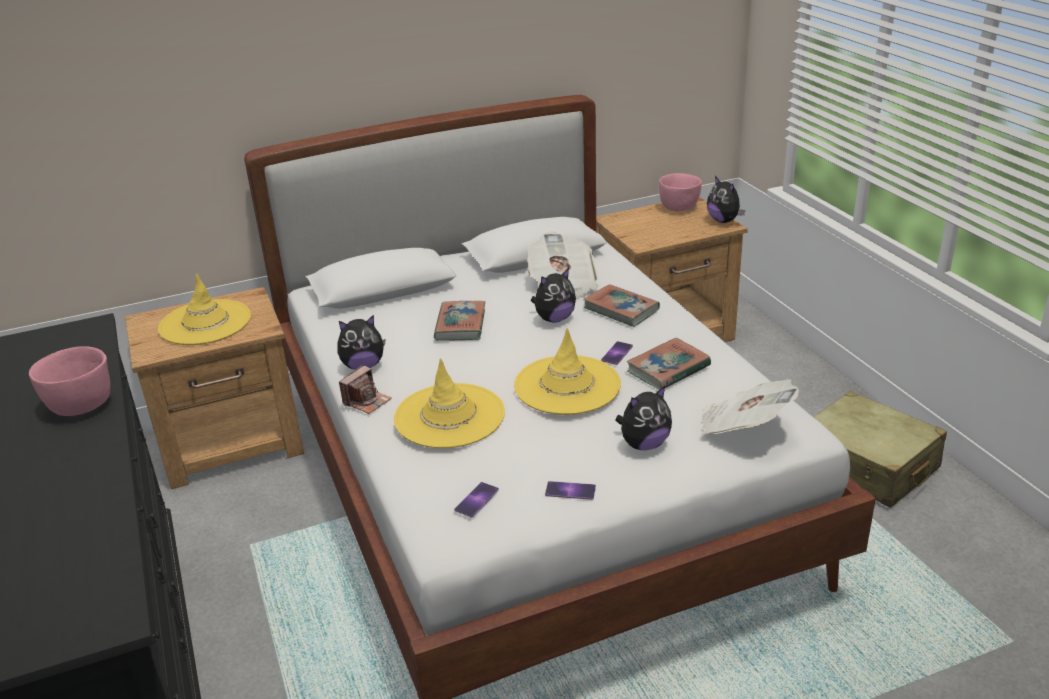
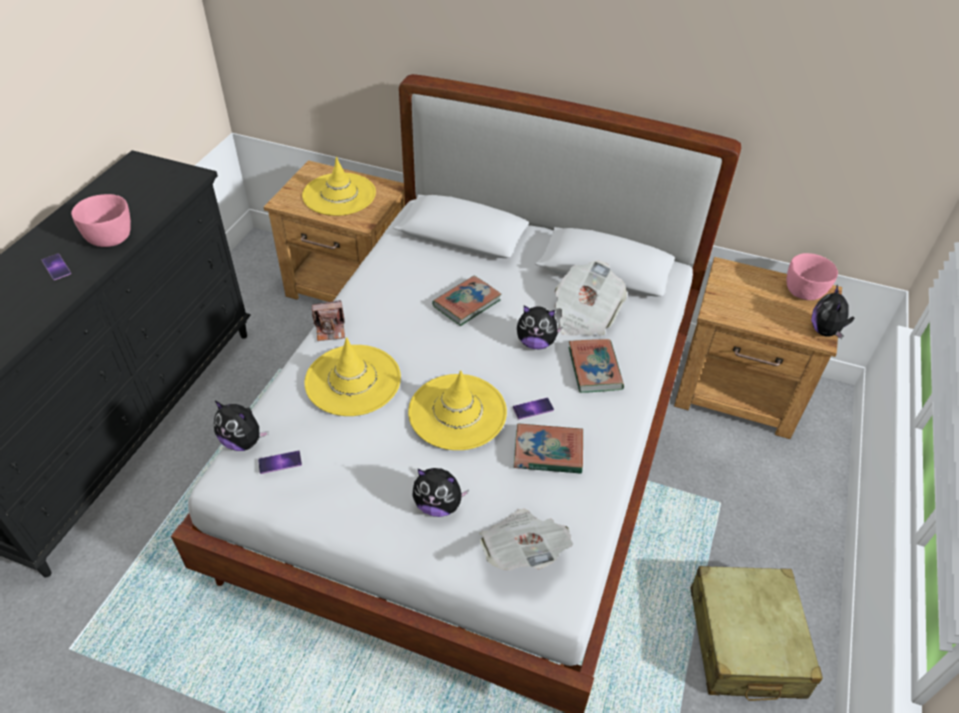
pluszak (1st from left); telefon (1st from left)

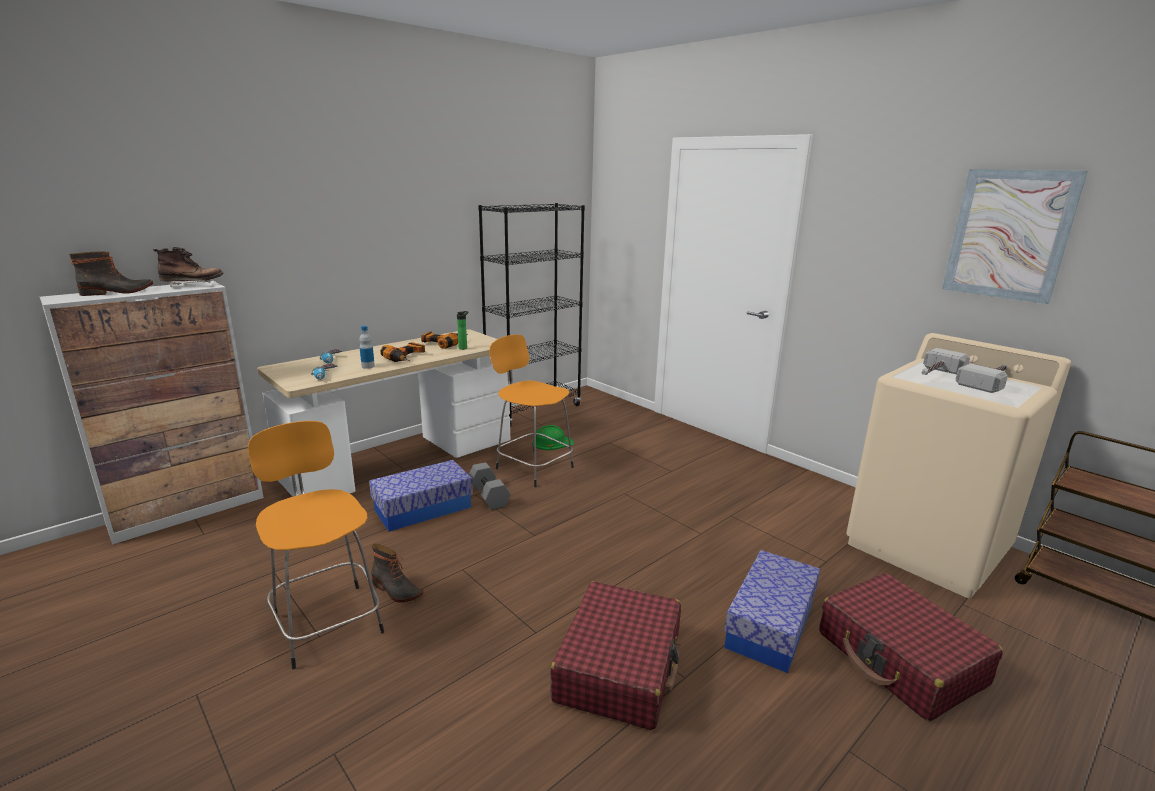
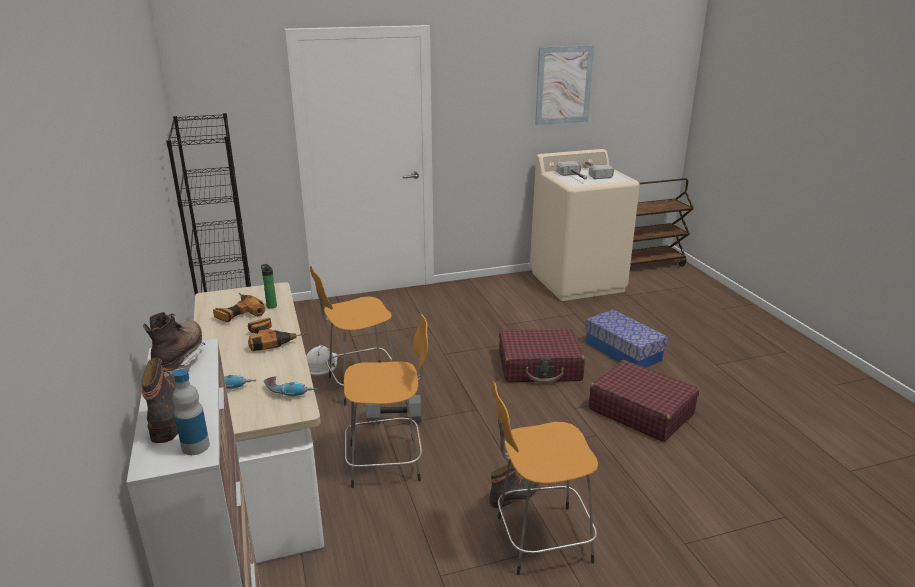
butelka (1st from left); stołek (pomarańczowy) (2nd from left); kask (biały); walizka (czerwony) (1st from left)

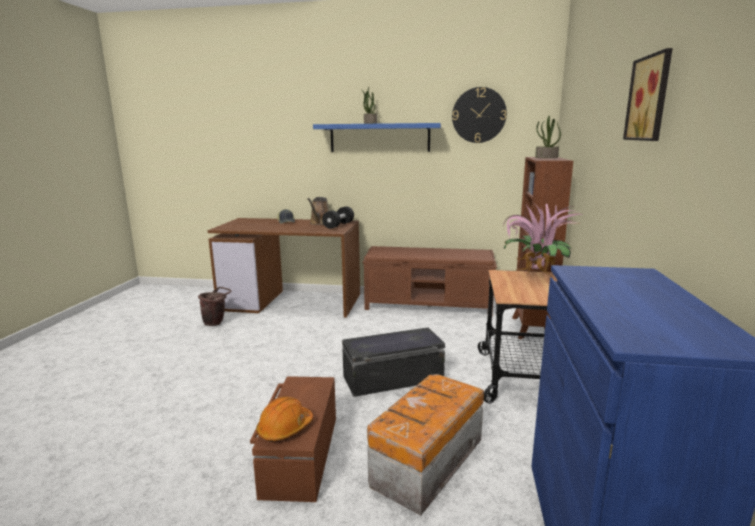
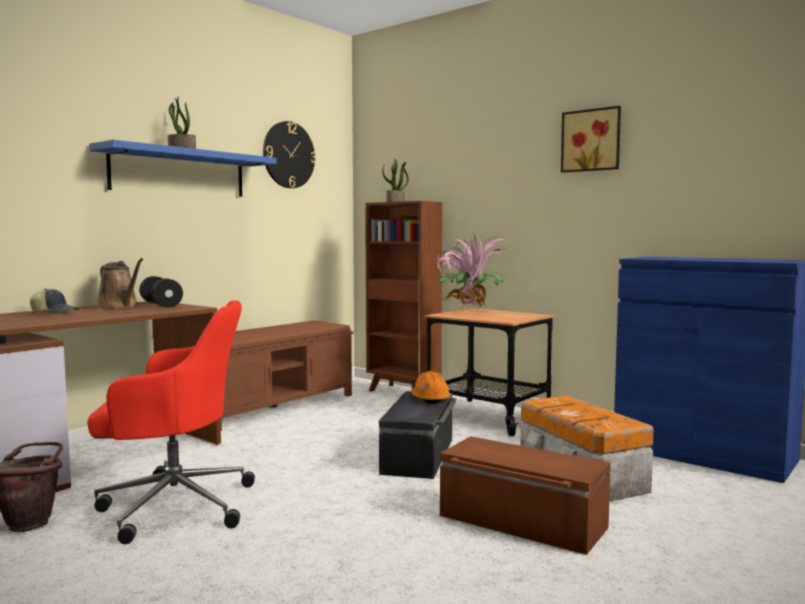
kask (pomarańczowy); krzesło biurowe (czerwony)

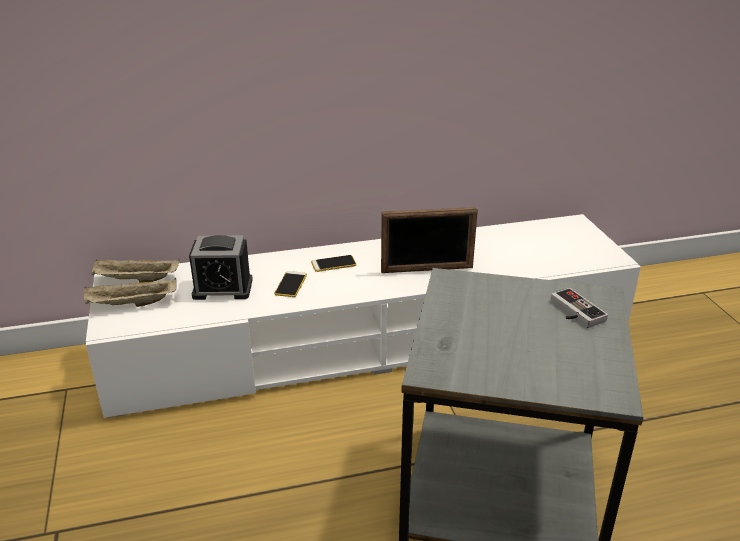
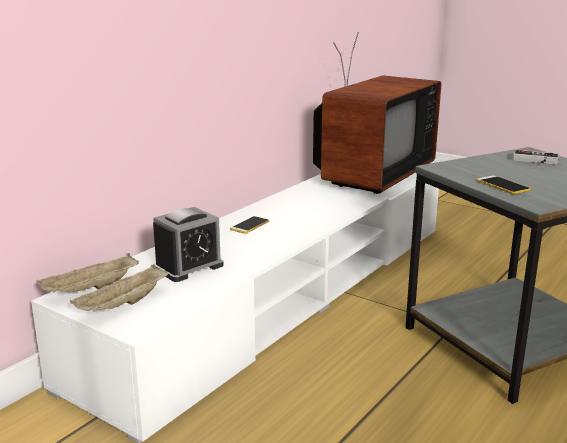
telefon (2nd from left); ramka na zdjęcie; telewizor

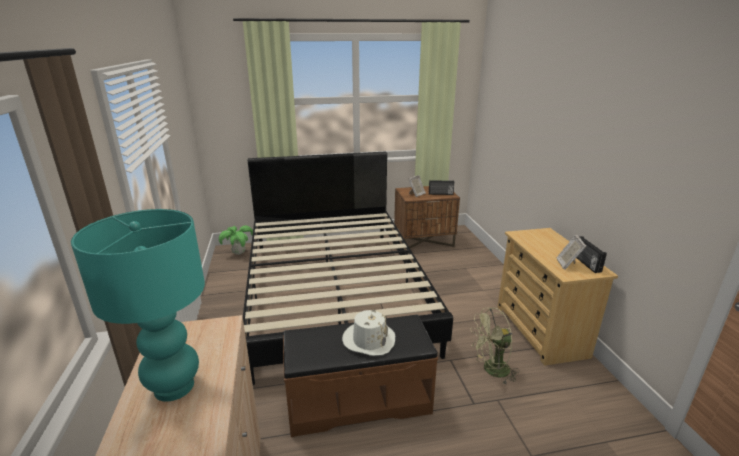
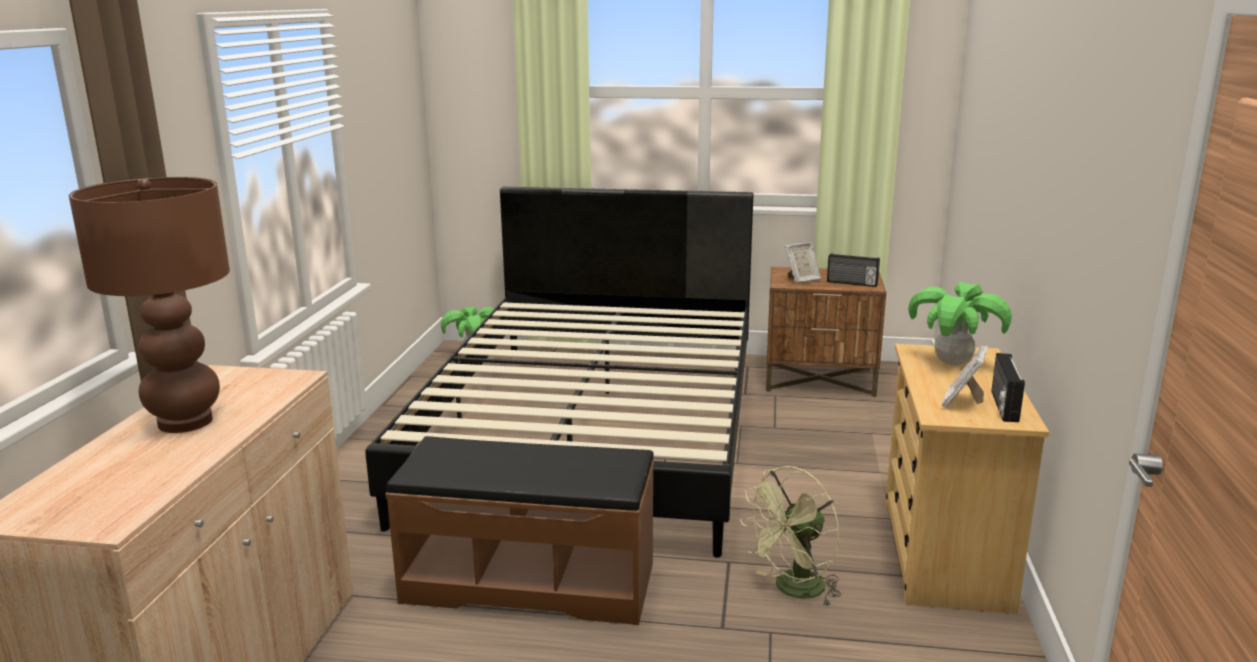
lampa stołowa (brązowy); kapelusz (biały); wentylator (zielony); roślina doniczkowa (2nd from left)

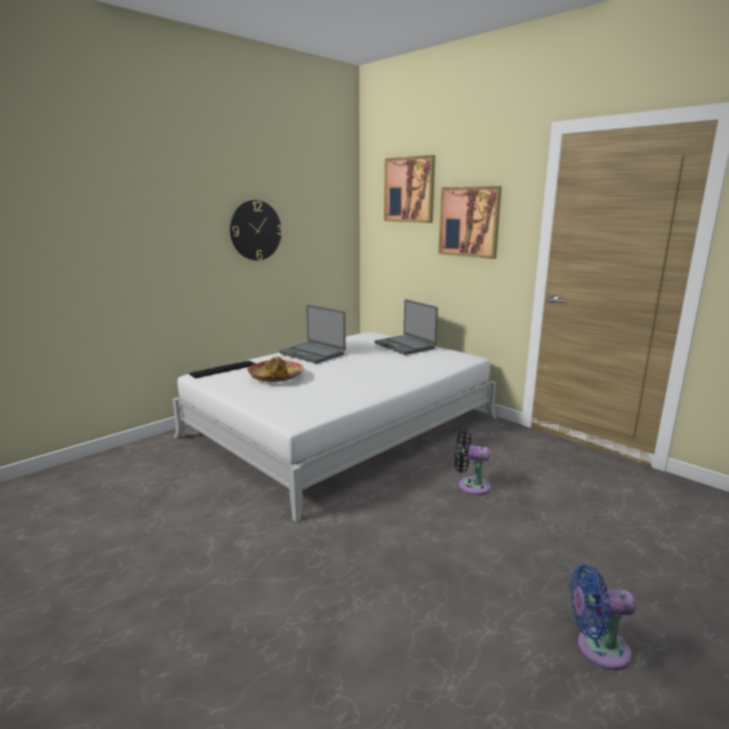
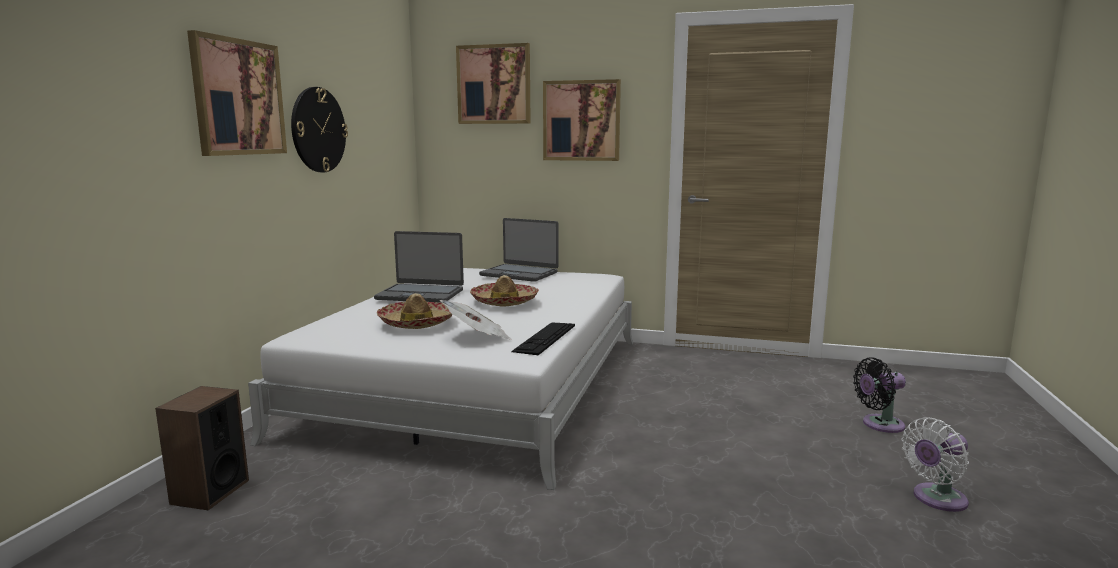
klawiatura; wentylator (czarny); wentylator (biały); głośnik; obraz (1st from left); gazeta; kapelusz (2nd from left)

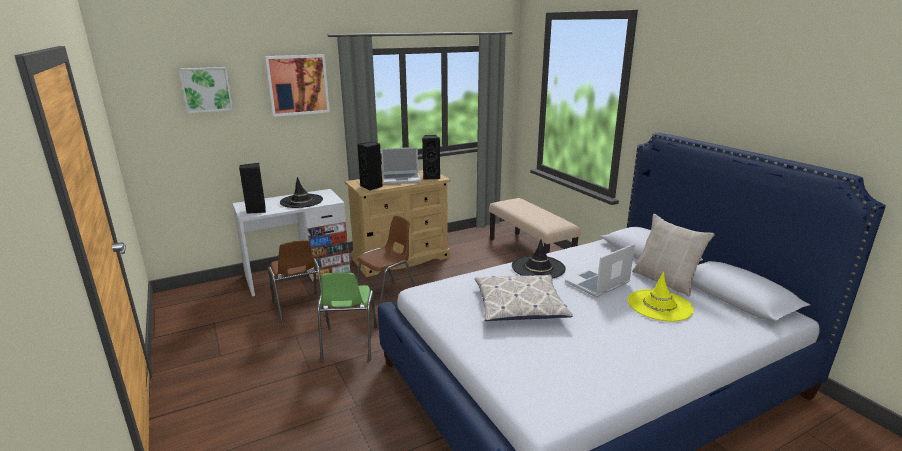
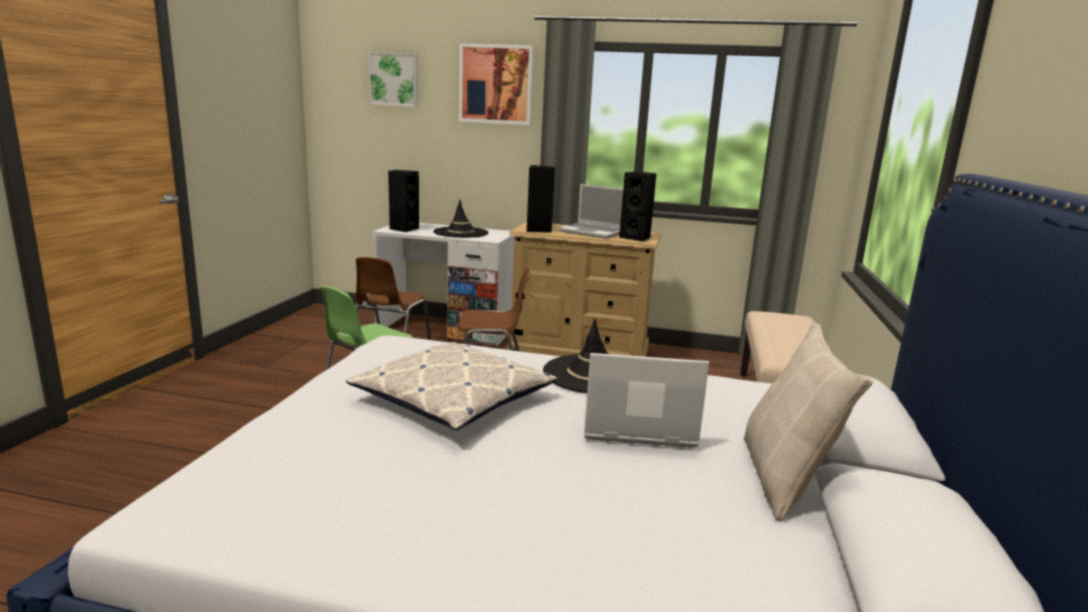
kapelusz (żółty)

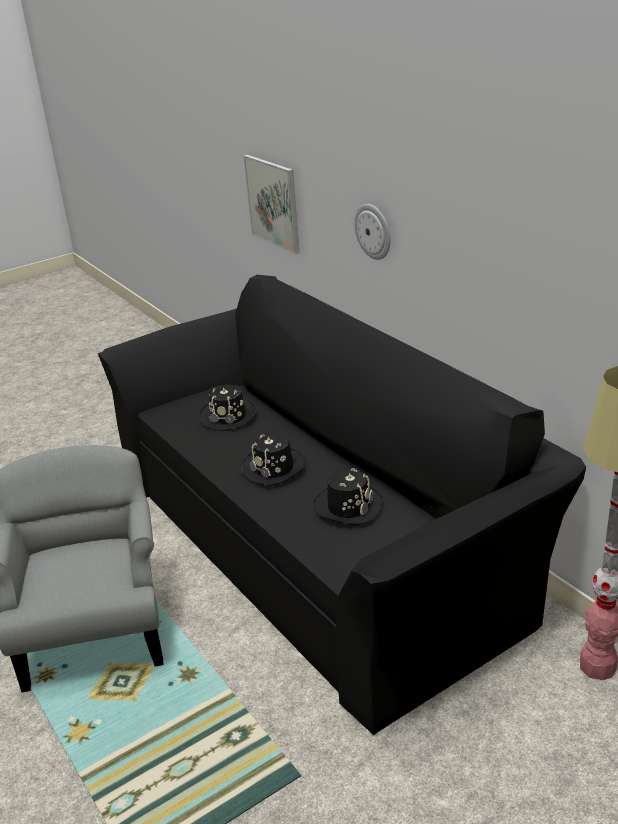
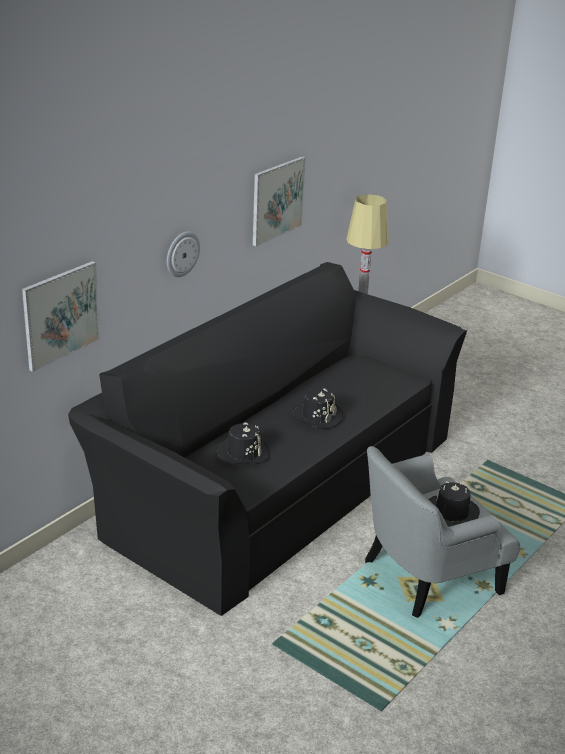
kapelusz (czarny) (3rd from left); obraz (2nd from left)

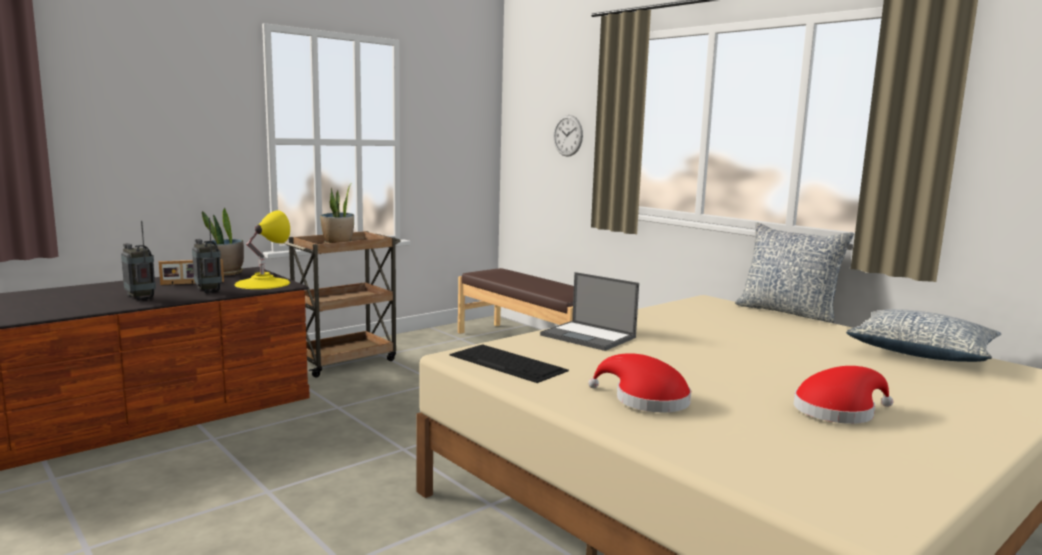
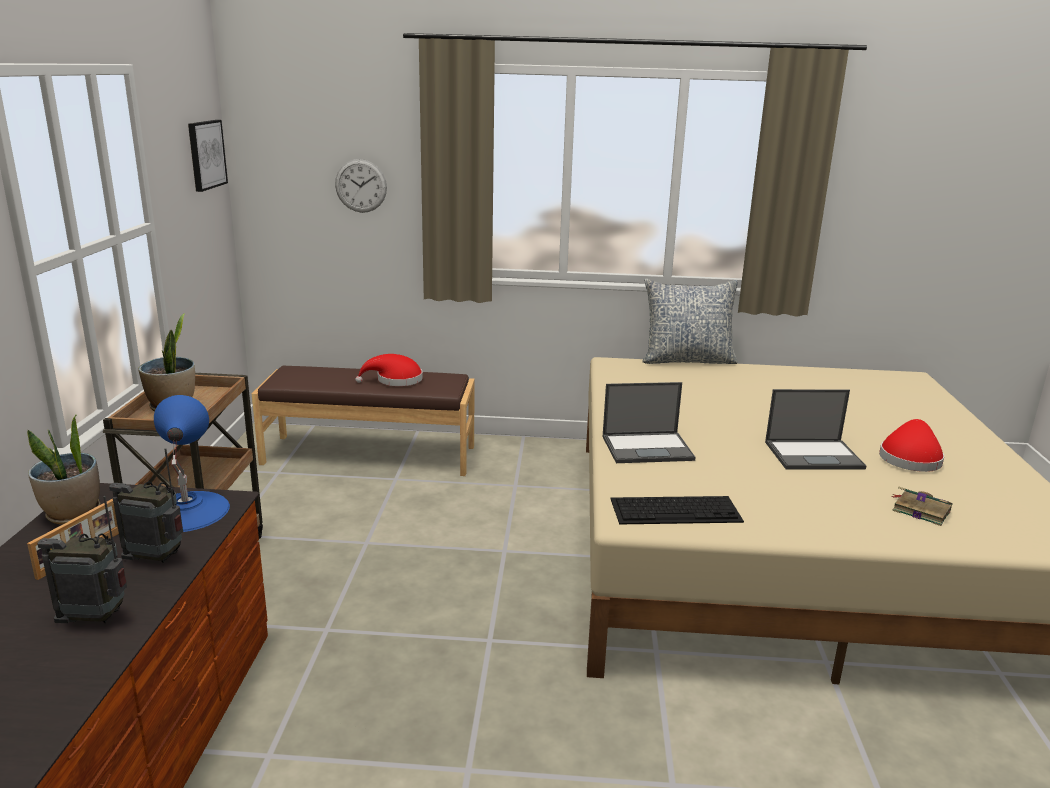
lampa stołowa (niebieski); kapelusz (czerwony) (1st from left); poduszka (2nd from left in the first image); obraz; laptop (2nd from left); książka

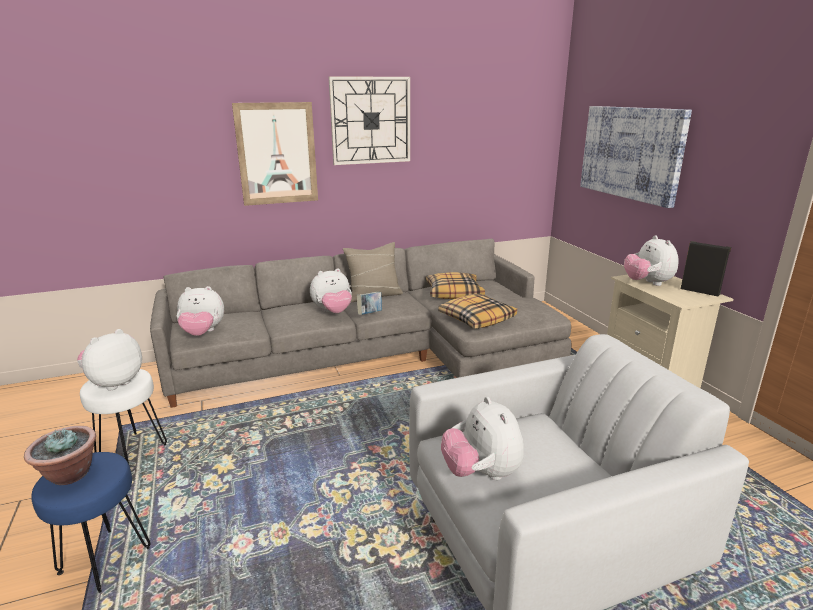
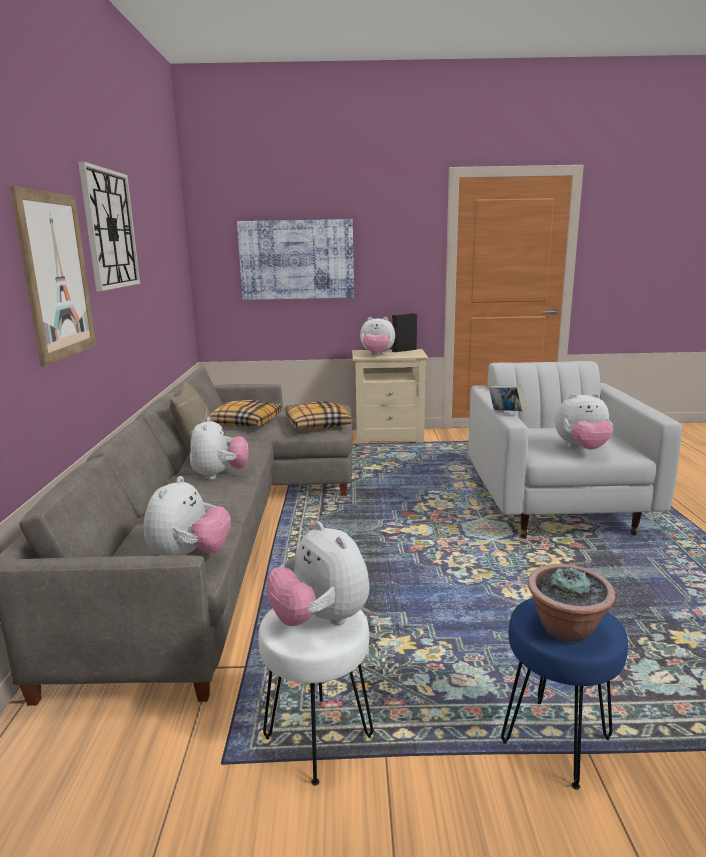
książka

